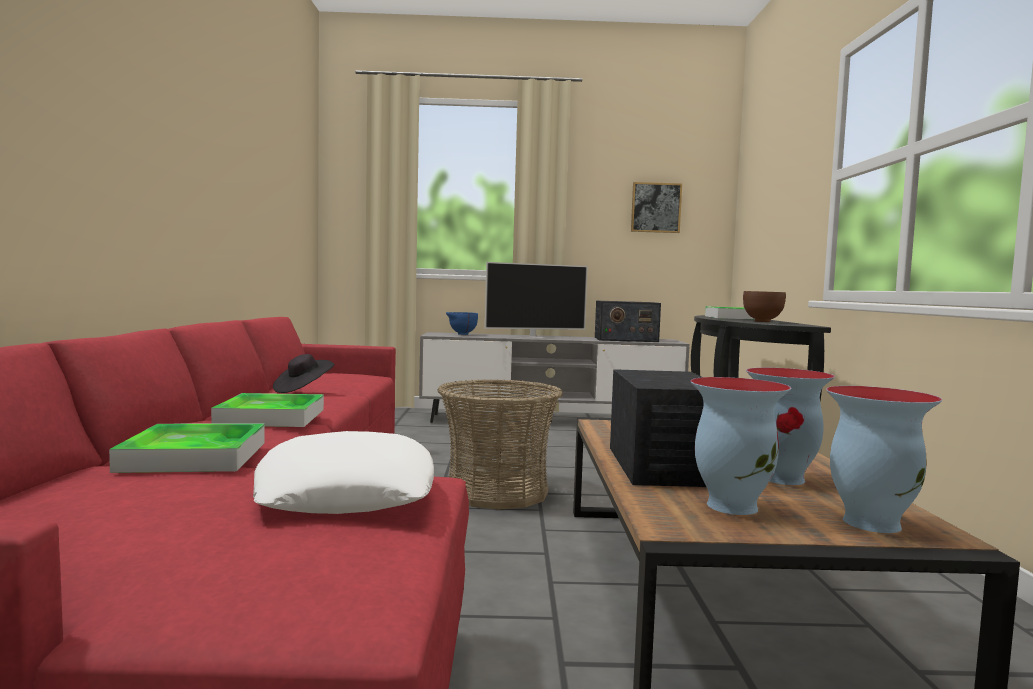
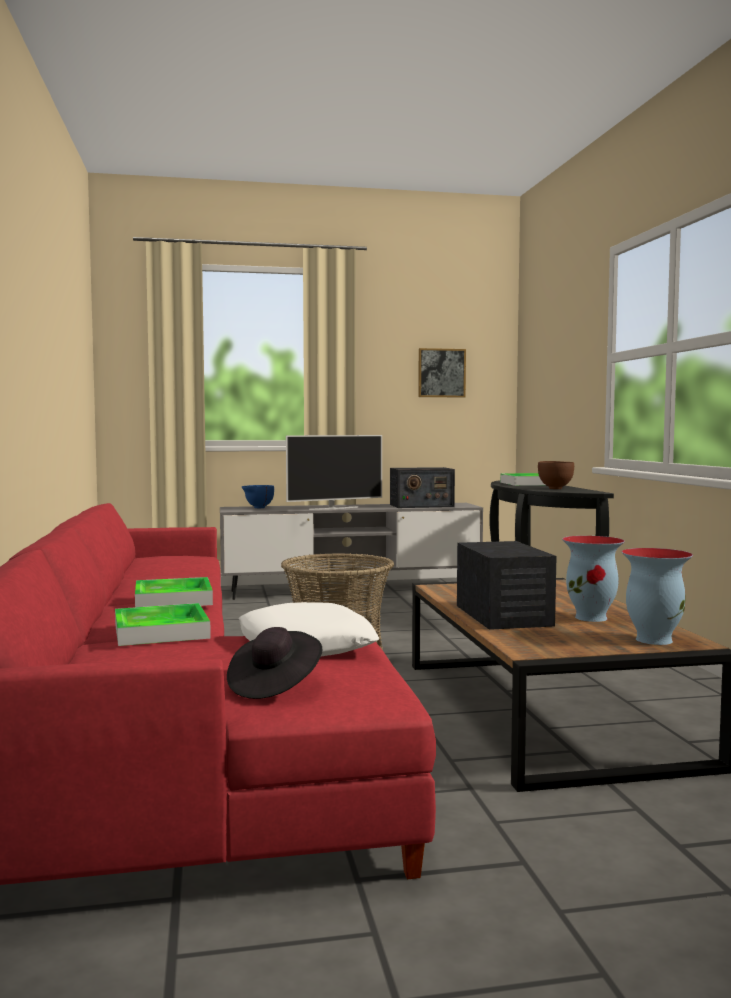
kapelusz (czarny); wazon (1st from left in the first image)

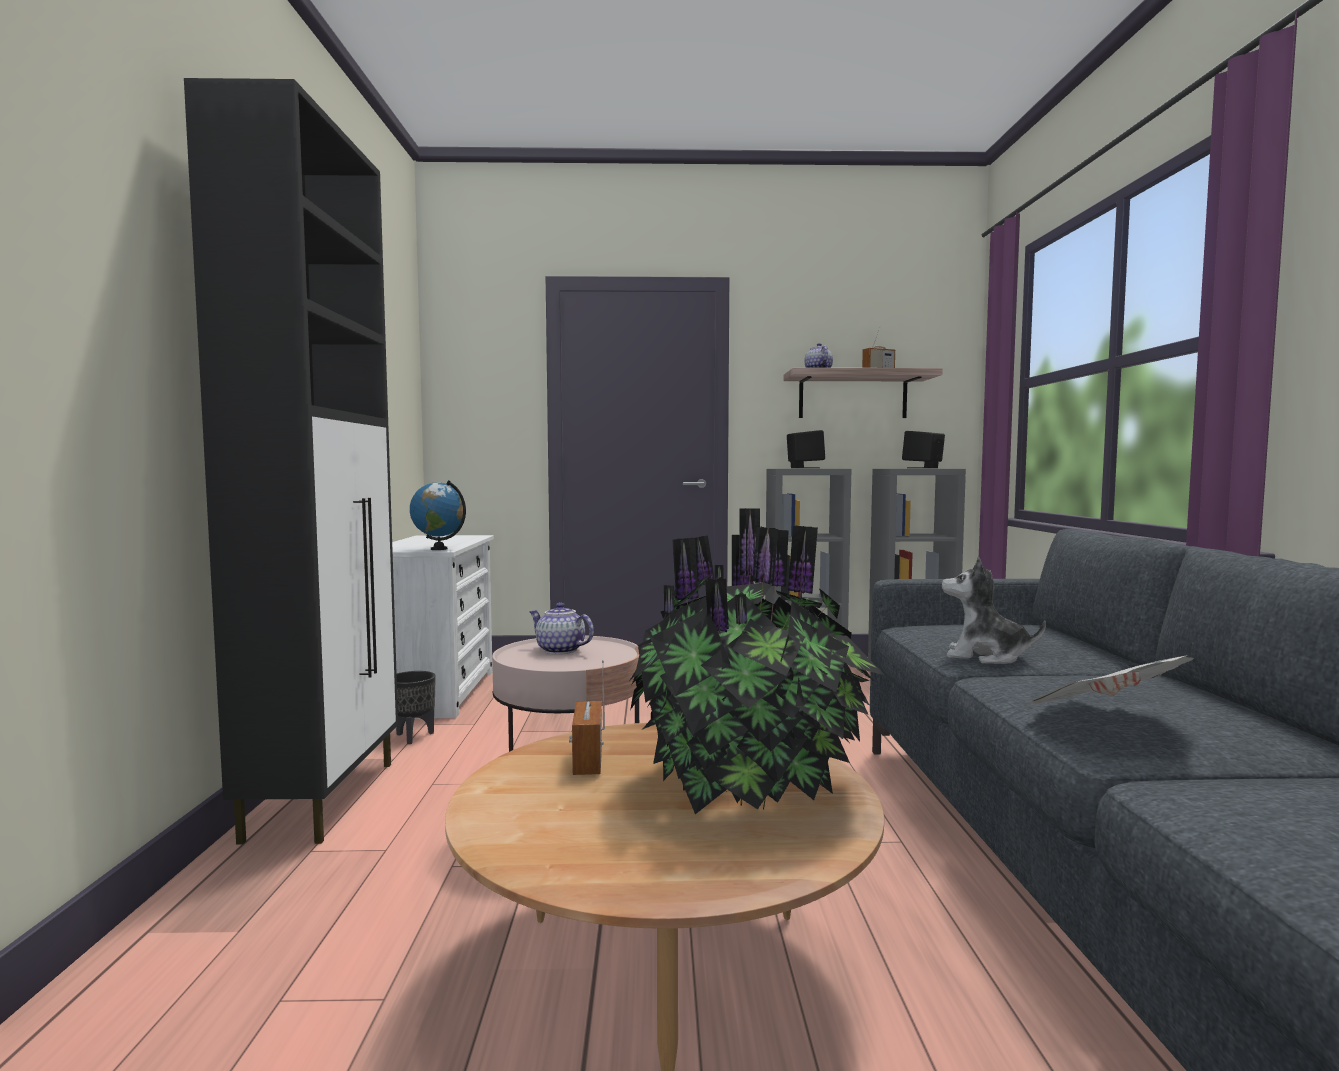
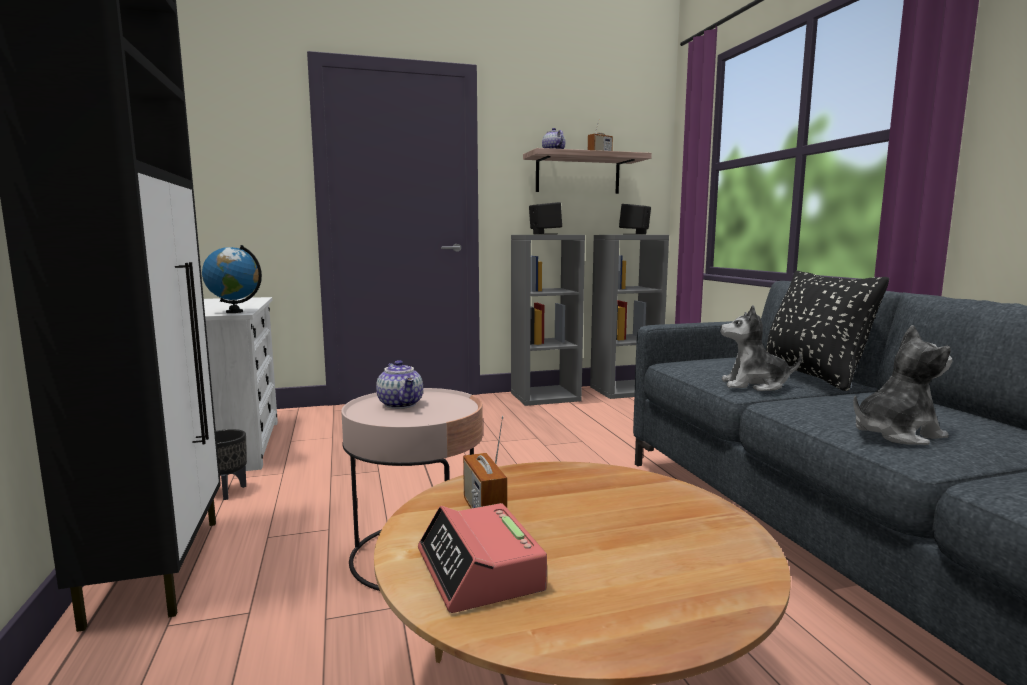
imbryk (1st from left); roślina doniczkowa; pluszak (2nd from left); budzik; poduszka (czarny)

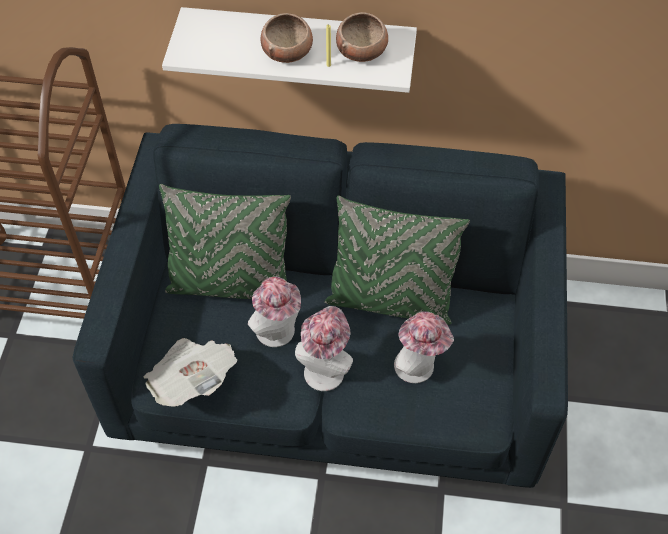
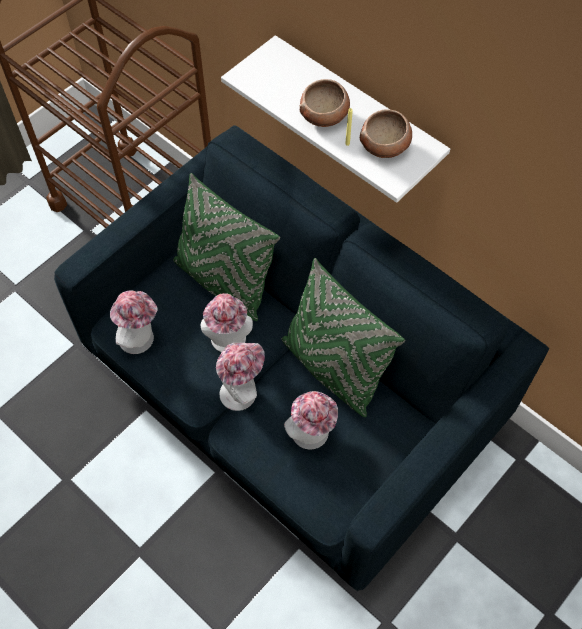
kapelusz (1st from left)

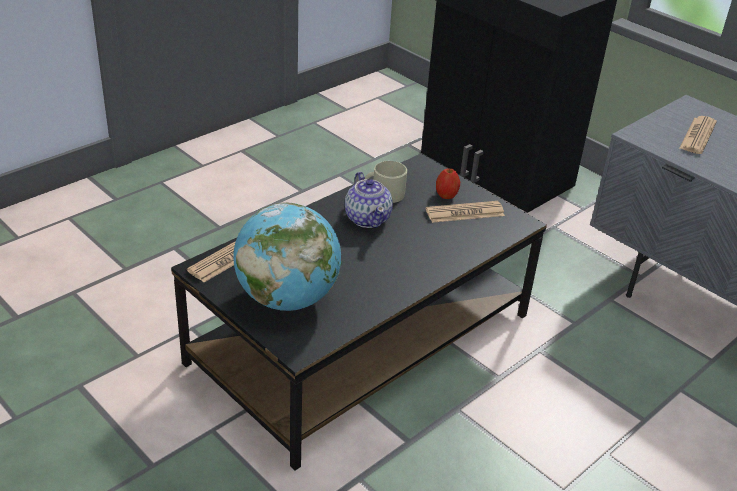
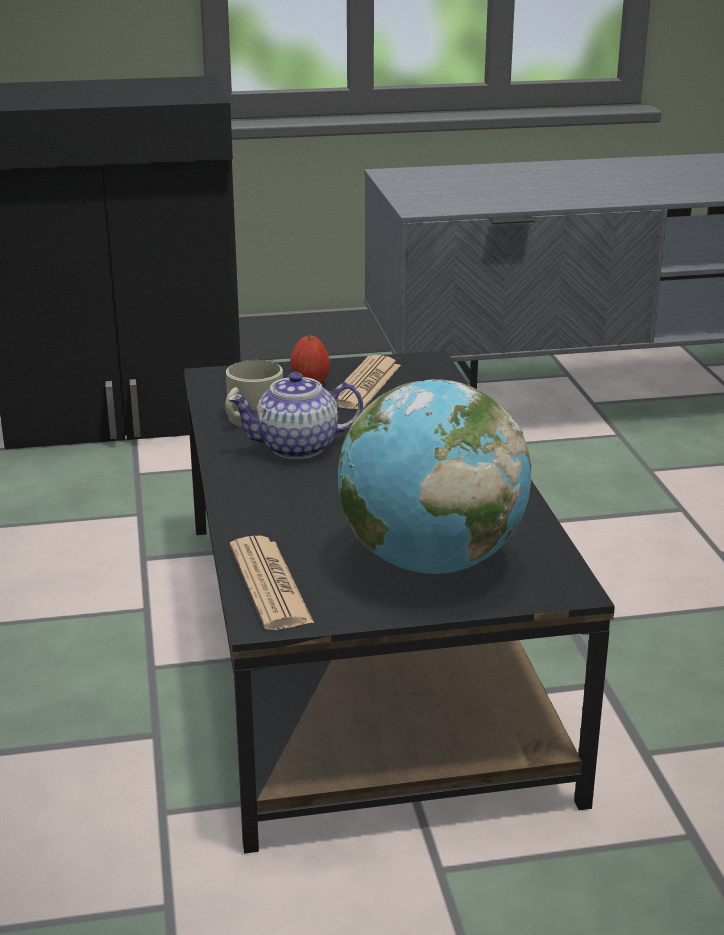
imbryk; gazeta (3rd from left in the first image)

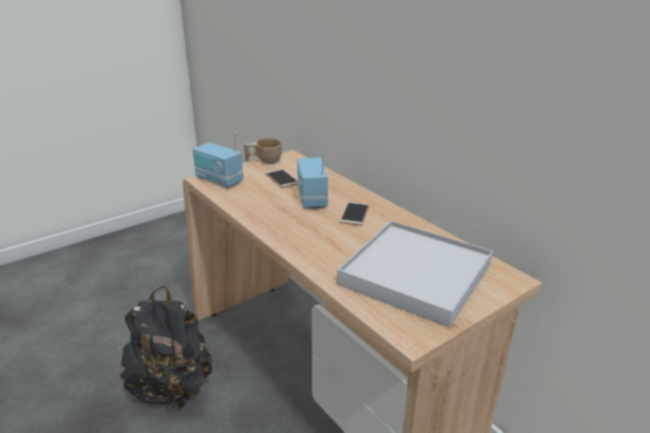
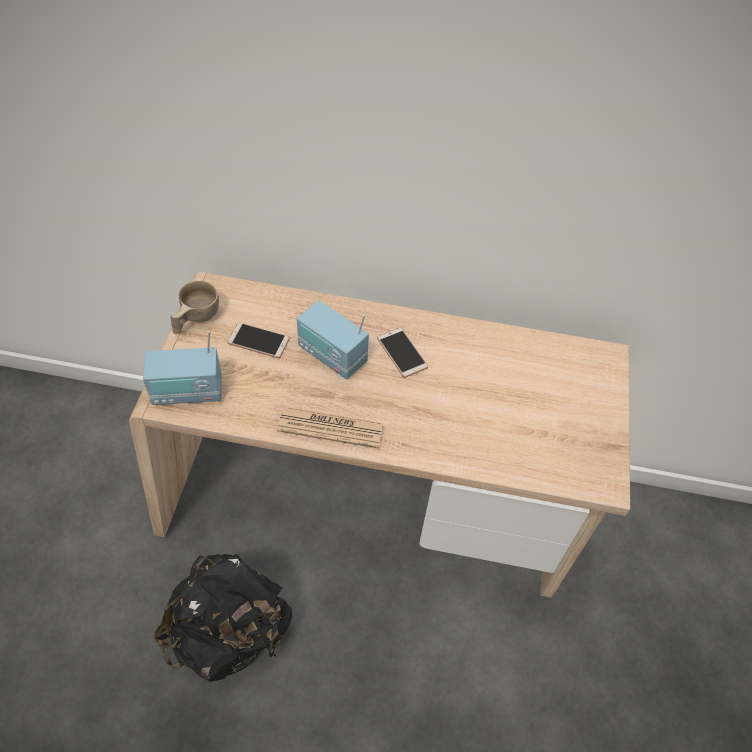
taca (biały); gazeta

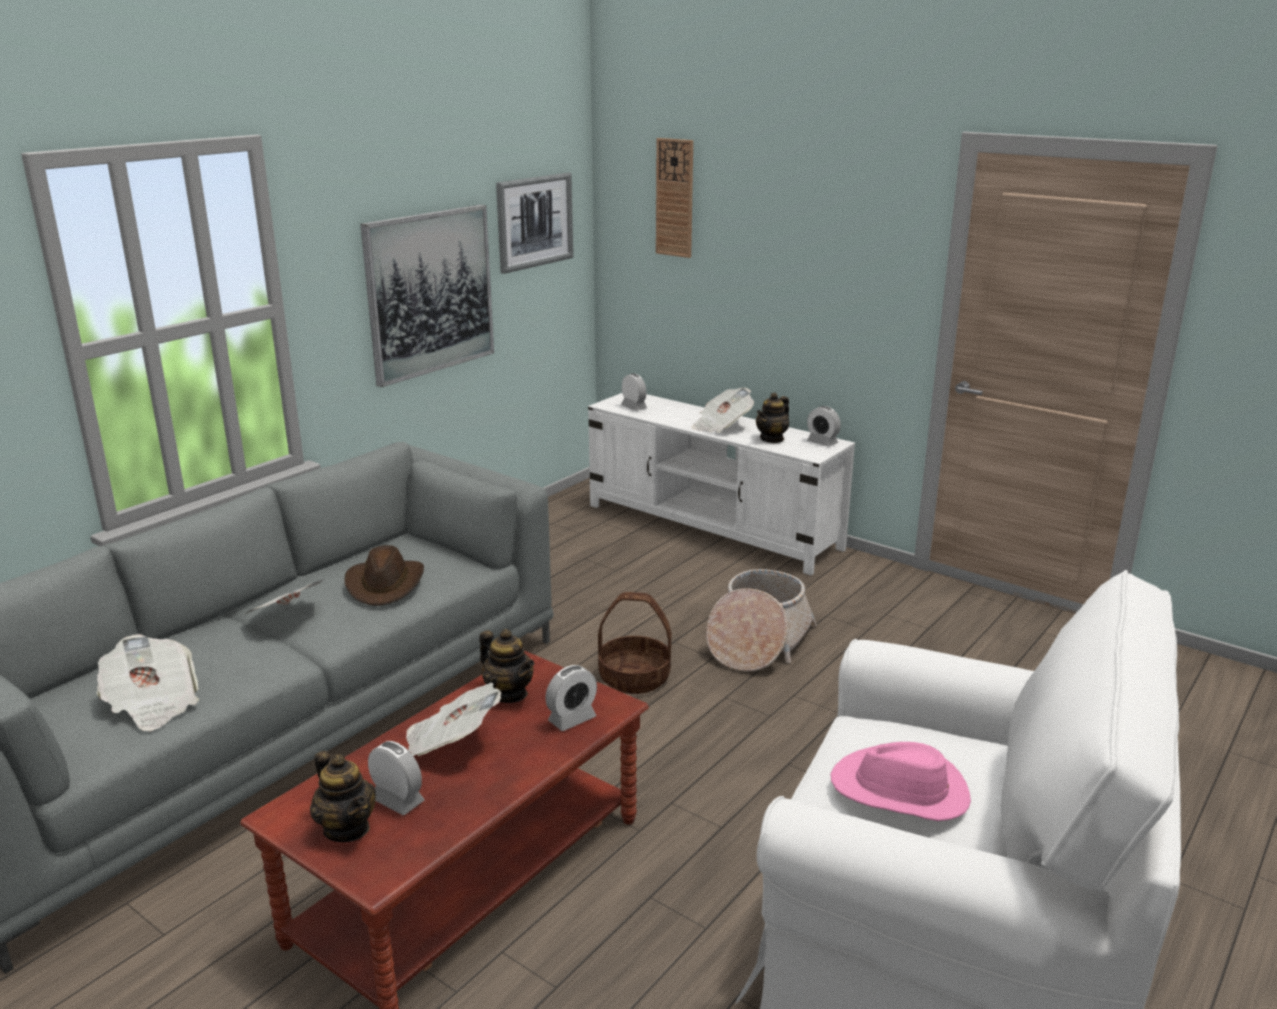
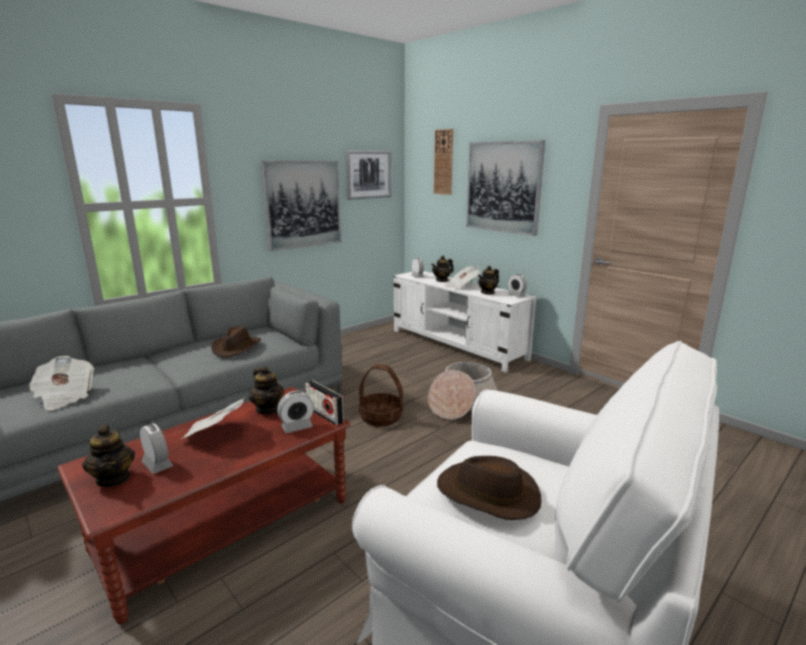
gazeta (2nd from left in the first image); kapelusz (brązowy) (2nd from left); radio; imbryk (3rd from left); obraz (3rd from left)

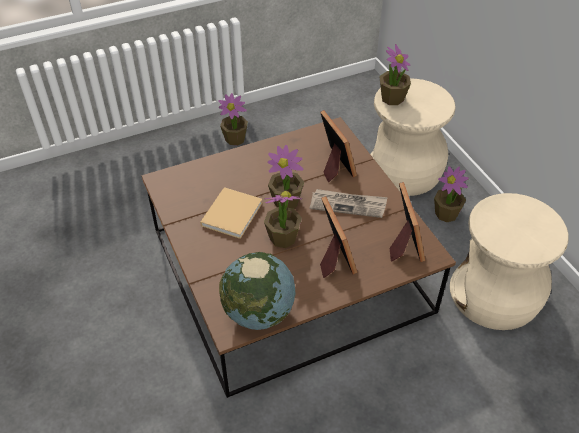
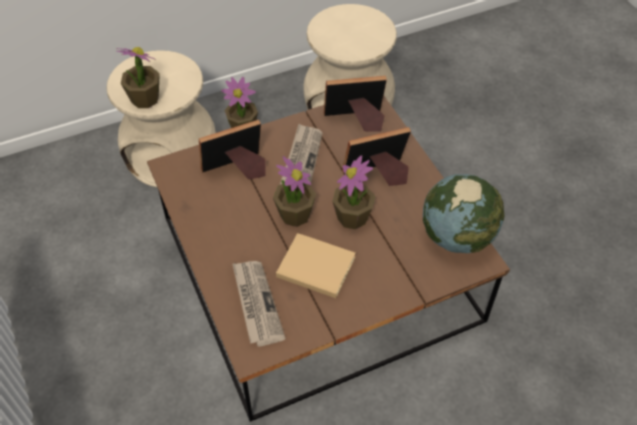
roślina doniczkowa (1st from left in the first image); gazeta (1st from left)

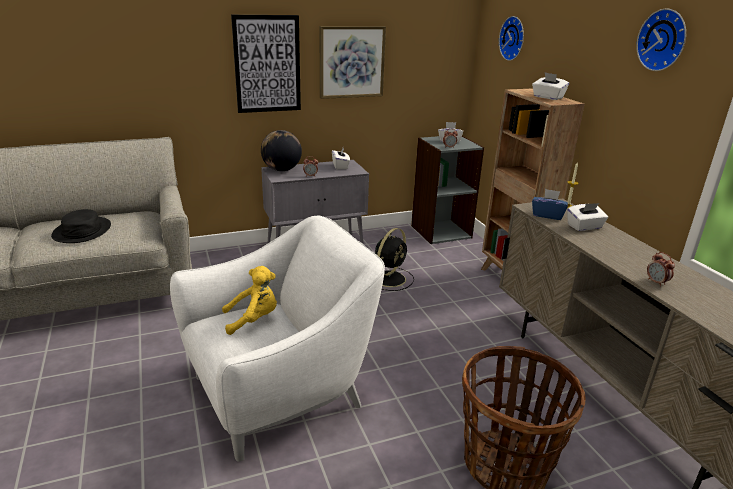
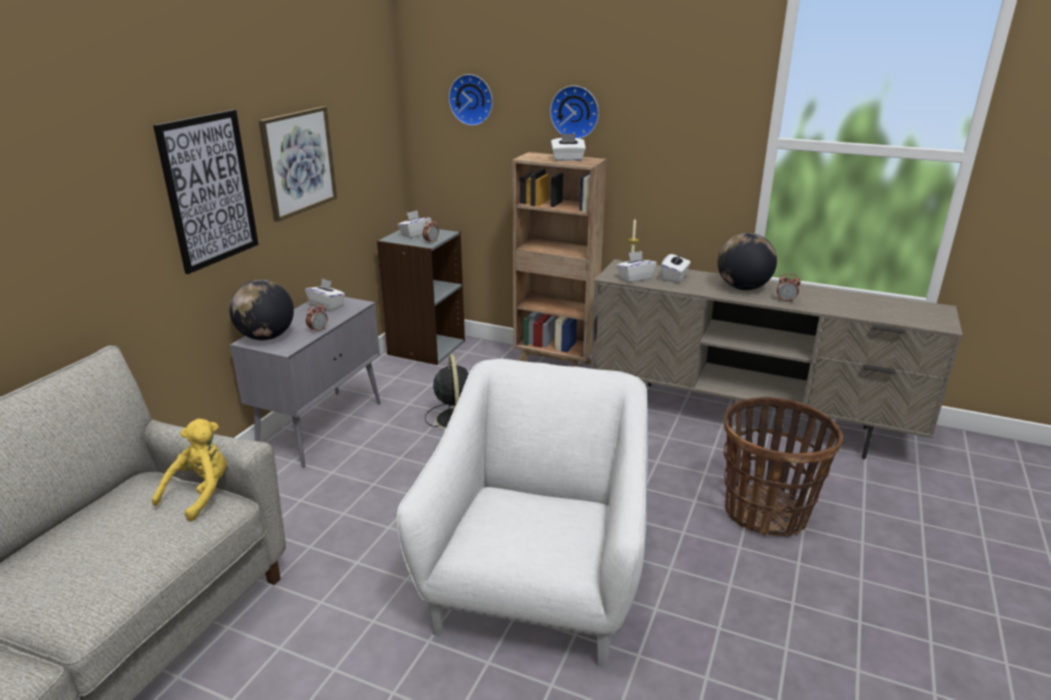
kapelusz (czarny); pluszak (żółty); pudełko chusteczek (biały) (4th from left); zegar ścienny (2nd from left); globus (2nd from left)

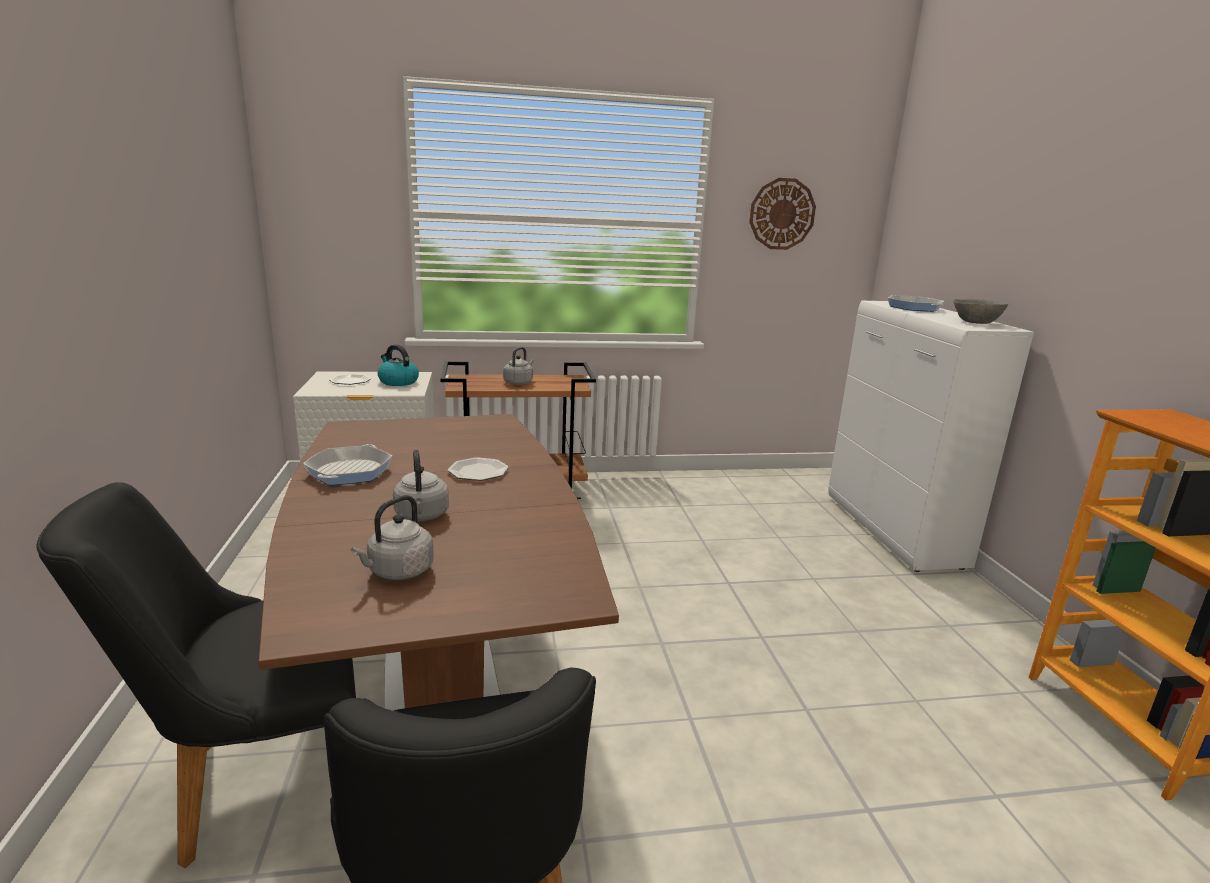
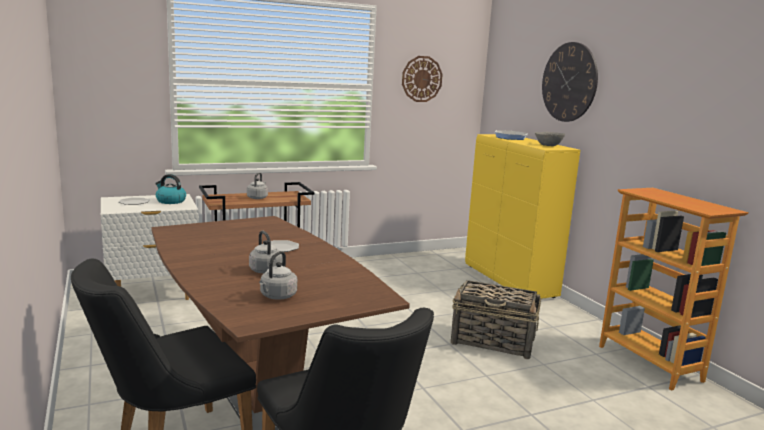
patelnia (1st from left in the first image); szafka (żółty); koszyk; zegar ścienny (2nd from left)

